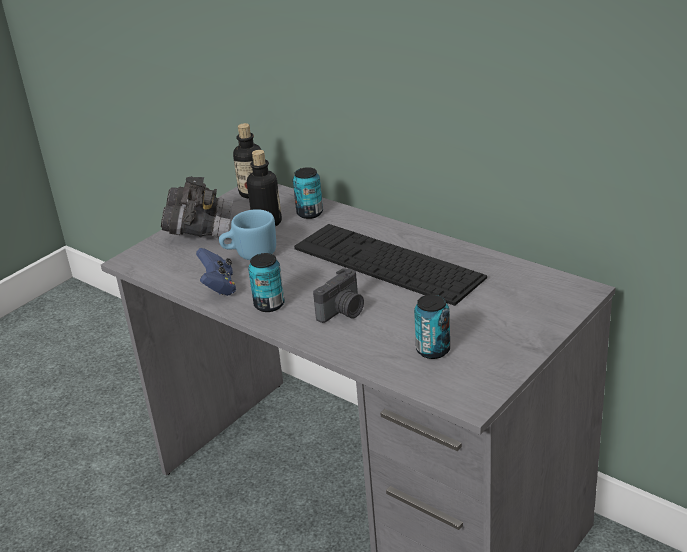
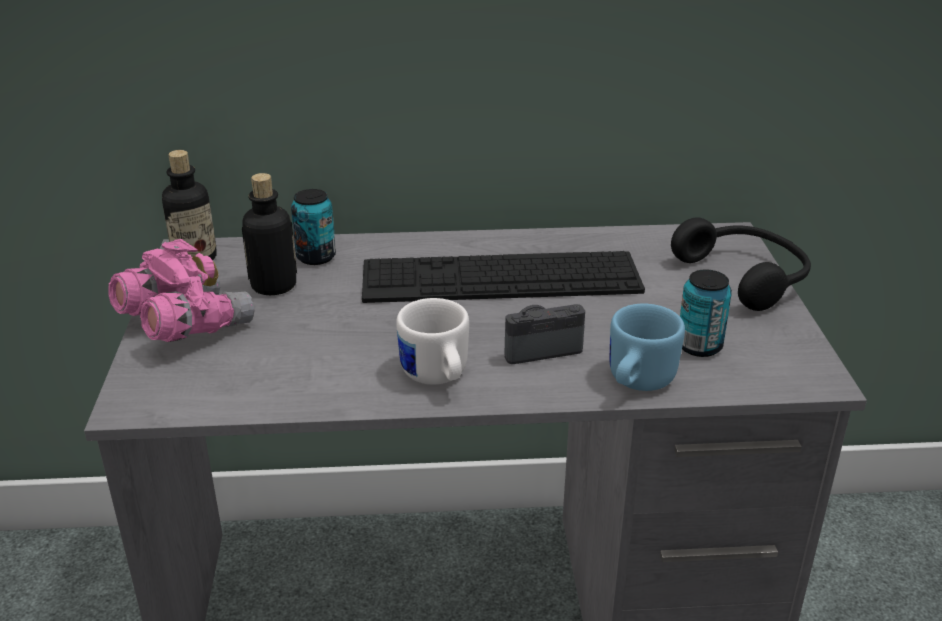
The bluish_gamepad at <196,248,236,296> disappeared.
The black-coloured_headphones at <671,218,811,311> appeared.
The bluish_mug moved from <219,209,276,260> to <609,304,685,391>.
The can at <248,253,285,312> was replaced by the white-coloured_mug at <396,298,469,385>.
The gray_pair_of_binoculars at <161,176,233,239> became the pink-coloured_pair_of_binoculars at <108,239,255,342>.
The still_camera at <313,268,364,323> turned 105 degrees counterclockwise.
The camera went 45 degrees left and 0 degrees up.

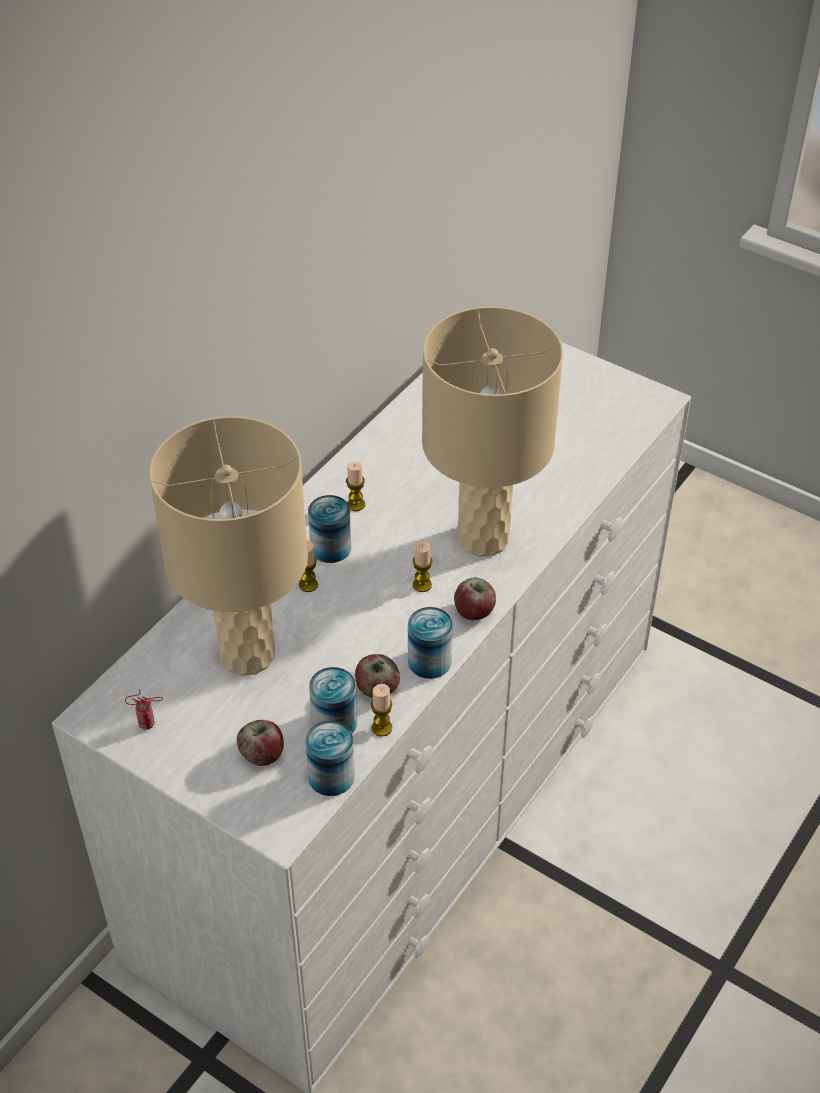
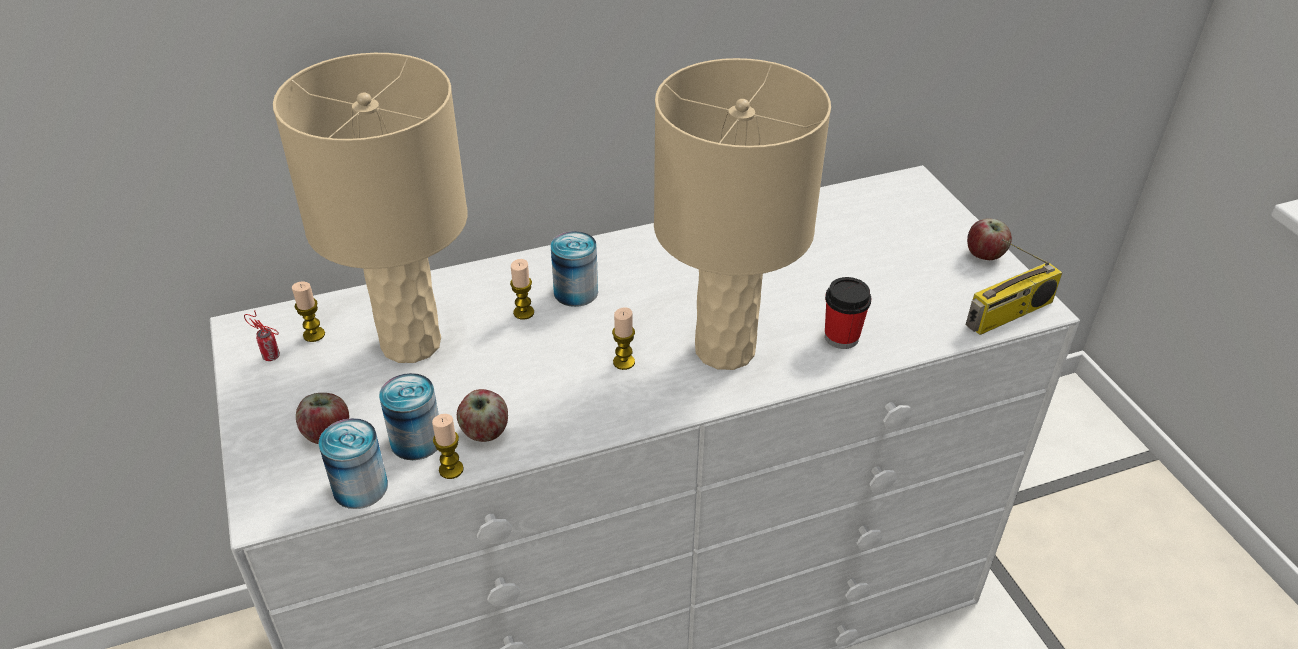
The can at <408,607,453,679> disappeared.
The small_cup at <825,277,871,349> appeared.
The radio_set at <966,239,1063,335> appeared.
The candle moved from <346,462,365,511> to <292,282,325,342>.
The apple_fruit moved from <454,577,496,620> to <967,219,1012,260>.
The camera went 35 degrees right and 5 degrees down.

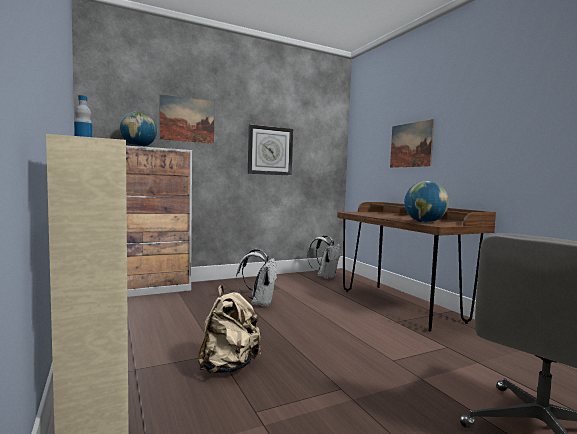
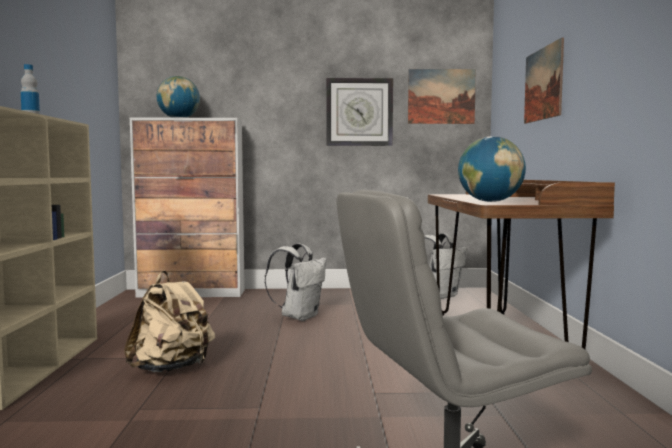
The wall_picture moved from <160,94,215,144> to <408,69,476,124>.
The camera went 25 degrees right and 0 degrees up.

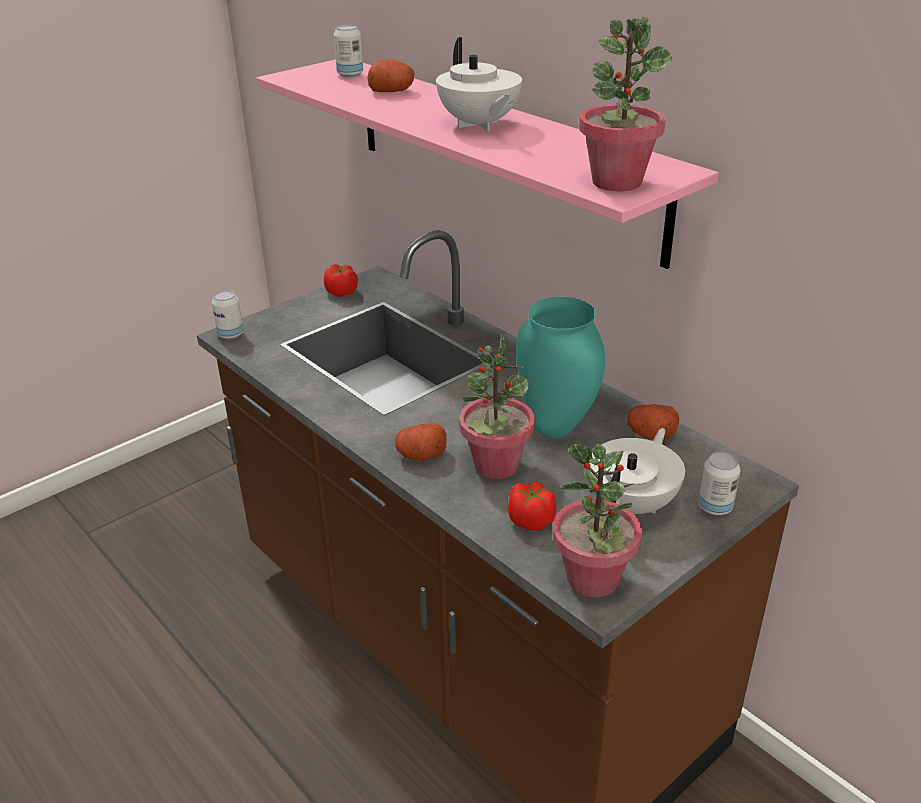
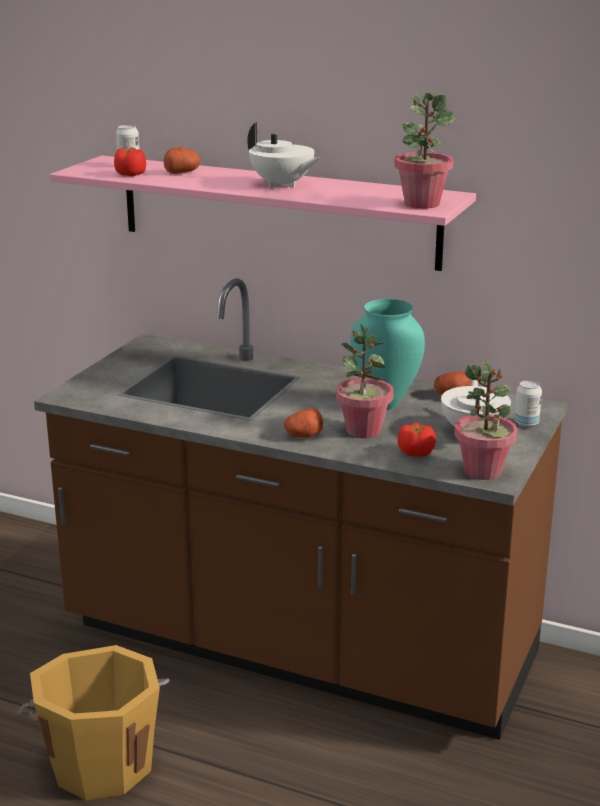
The can at <212,290,244,340> disappeared.
The orange-coloured_pail at <18,645,170,800> appeared.
The whole_tomato moved from <324,264,358,297> to <114,148,146,176>.
The camera went 25 degrees left and 10 degrees down.

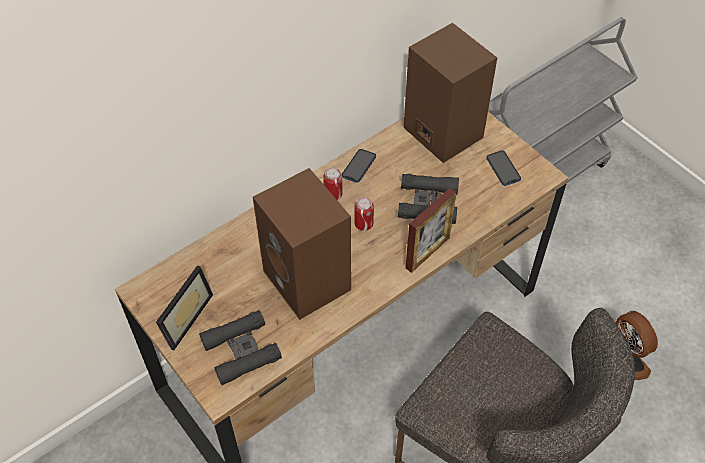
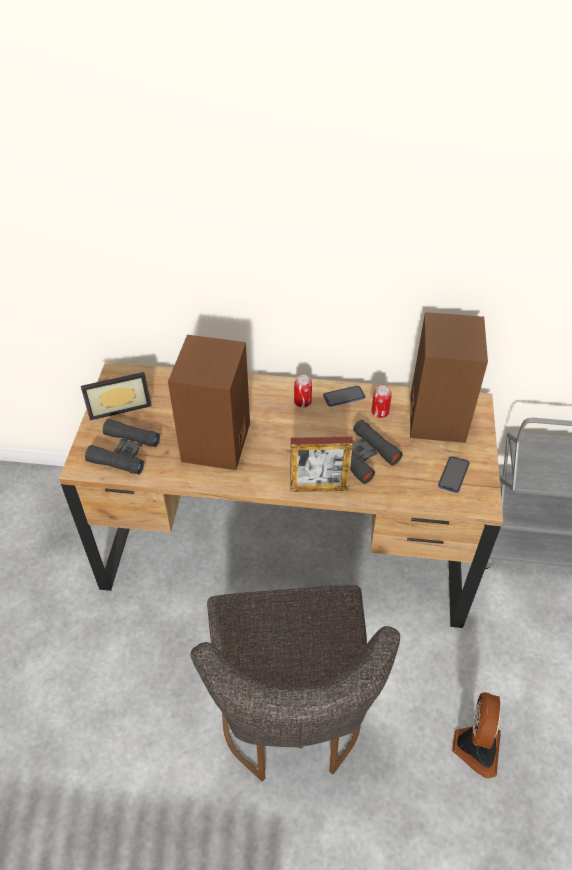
The can moved from <354,197,374,231> to <372,385,392,418>.
The camera went 45 degrees right and 5 degrees down.

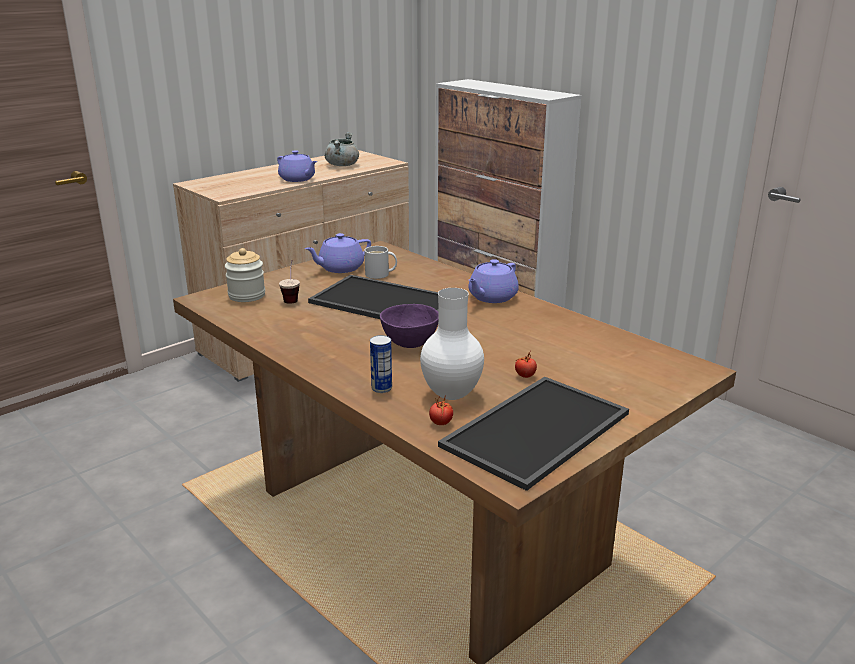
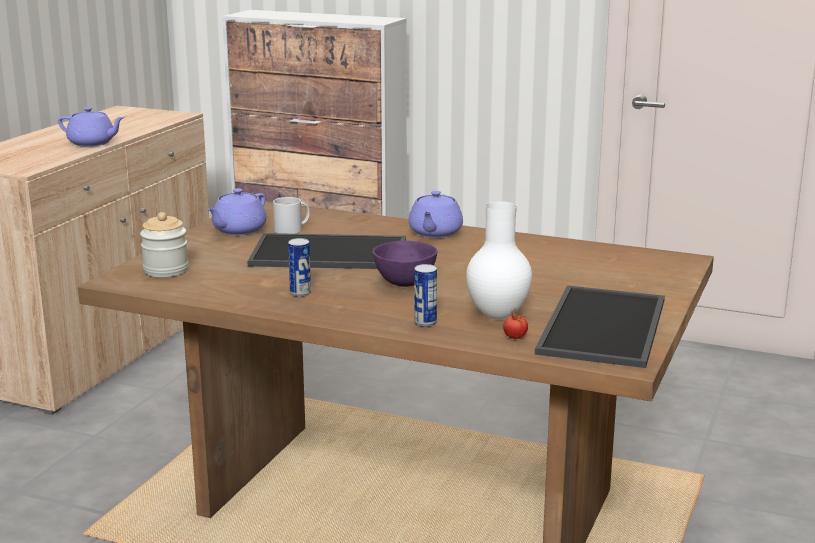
The small_cup at <279,260,300,304> disappeared.
The gray_saucepot at <325,132,359,166> disappeared.
The whole_tomato at <515,350,537,378> disappeared.
The can at <288,238,311,296> appeared.
The camera went 25 degrees left and 5 degrees down.

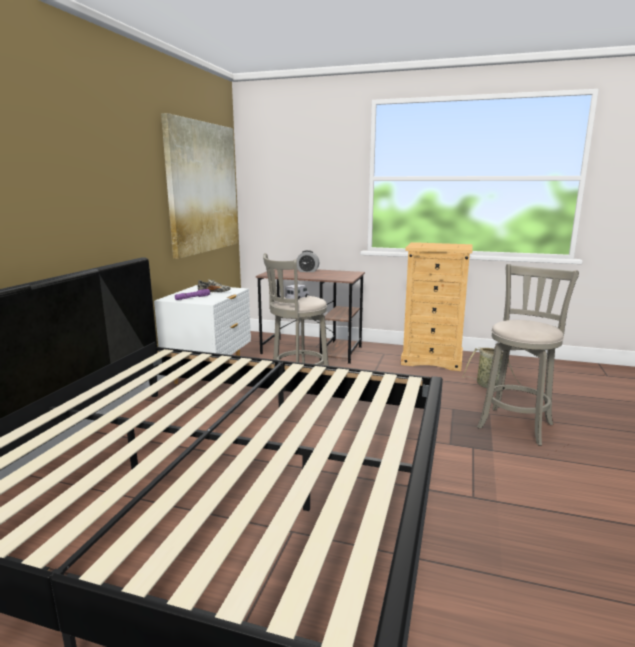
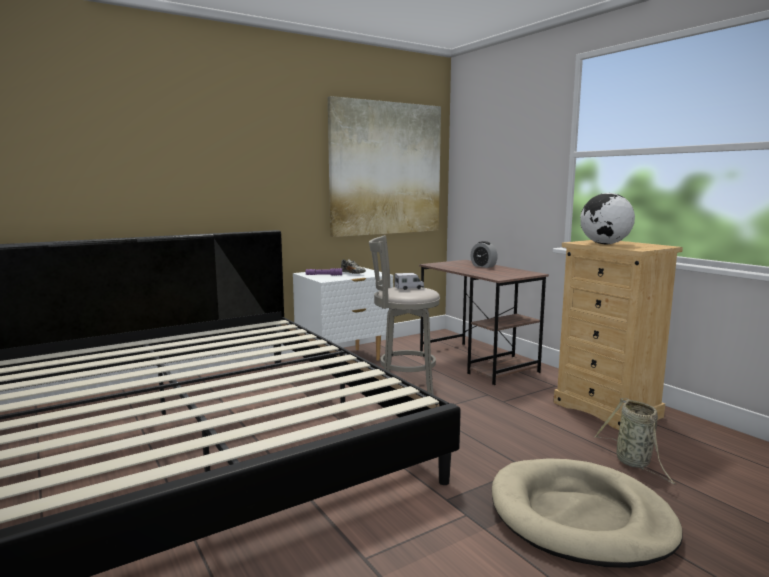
The world_globe at <580,193,635,244> appeared.
The gray_stool_seat at <477,264,579,446> was replaced by the sand-coloured_dog_bed at <492,458,683,568>.
The camera went 40 degrees right and 5 degrees down.

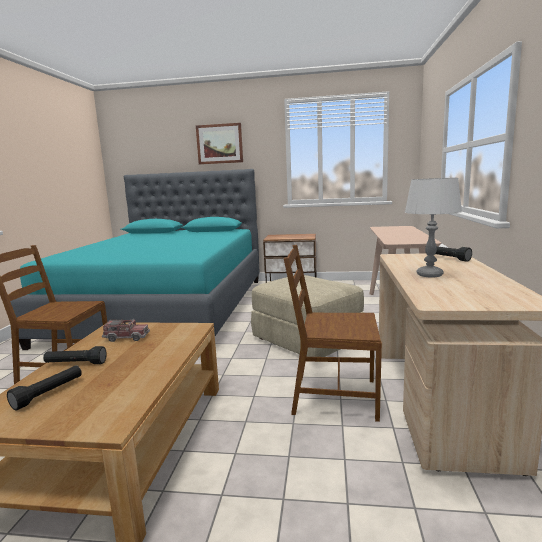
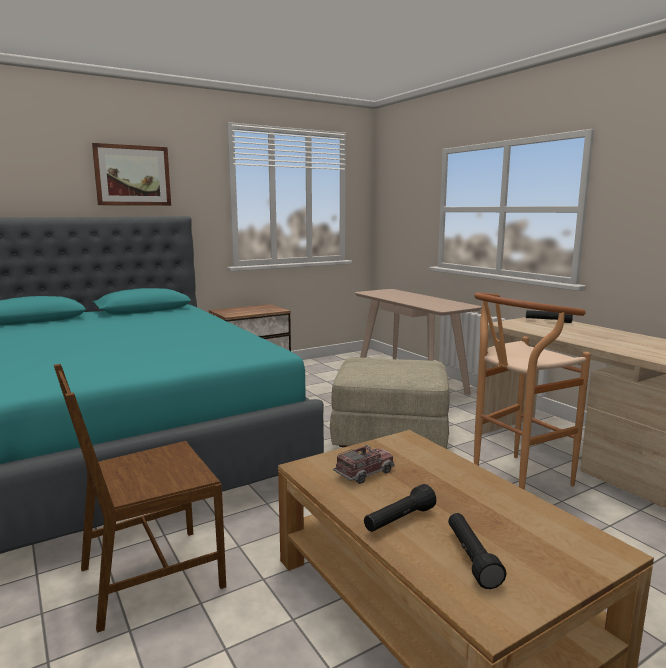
The gray_lamp_for_a_table at <405,178,462,278> disappeared.
The brown_chair at <284,245,382,422> was replaced by the brown_stool_seat at <474,292,591,490>.
The camera went 40 degrees left and 0 degrees up.

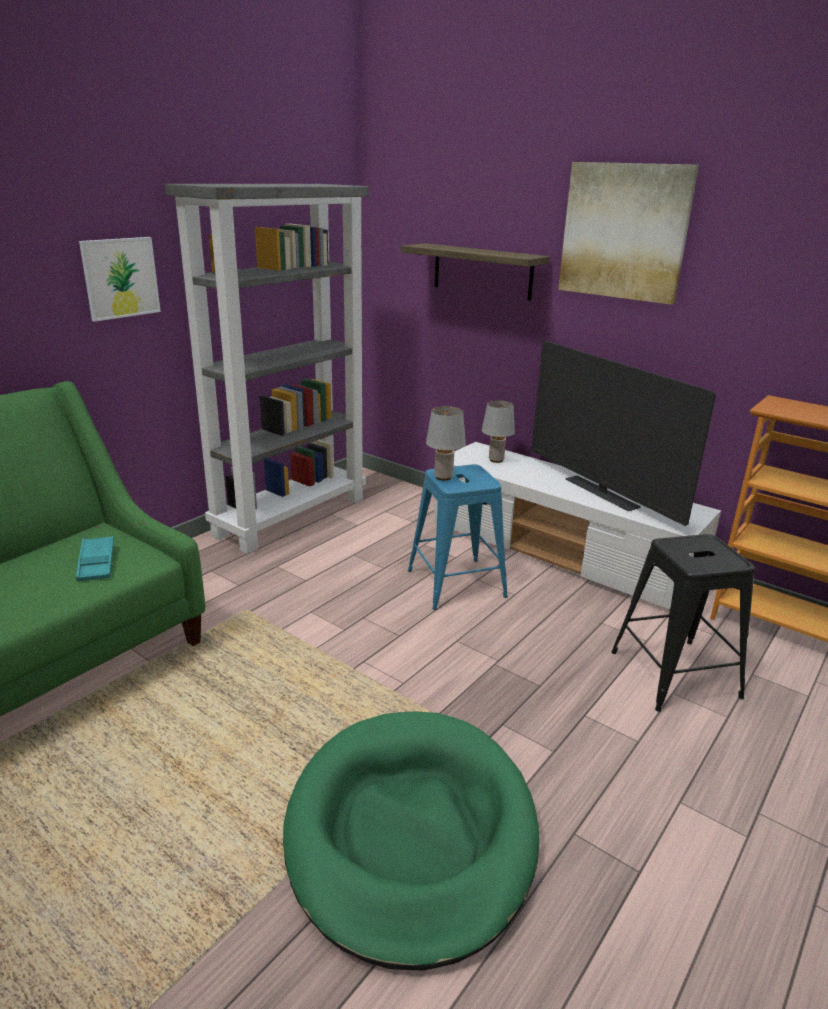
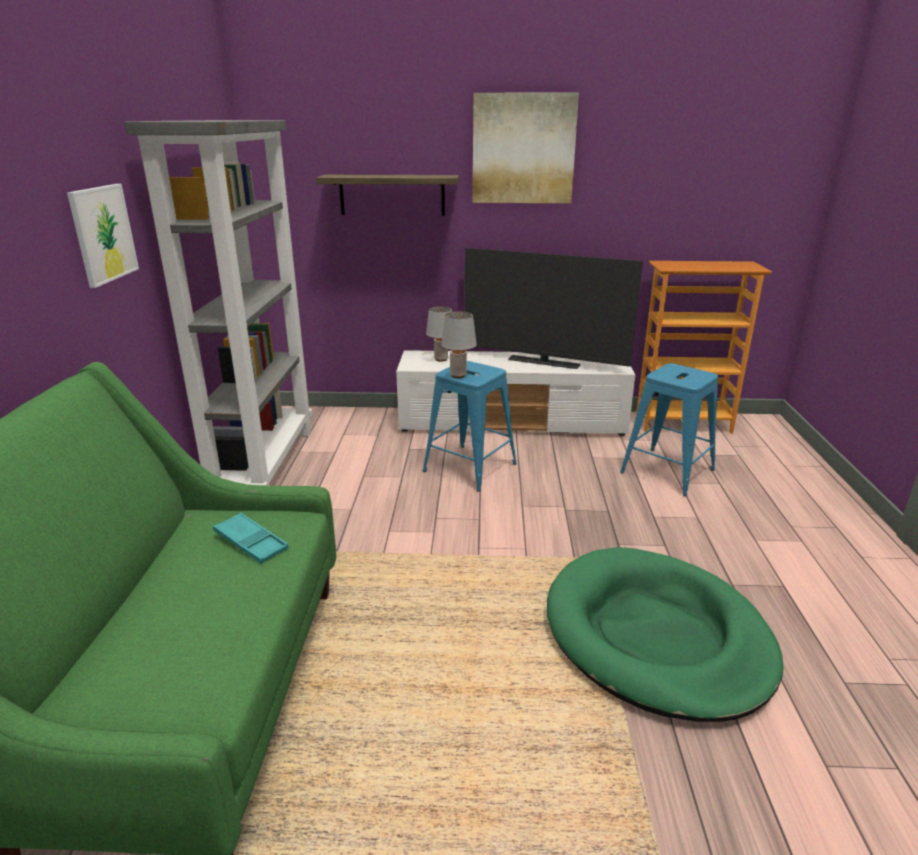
The black-coloured_stool_seat at <611,534,755,712> became the bluish_stool_seat at <620,363,718,496>.
The camera went 35 degrees left and 0 degrees up.

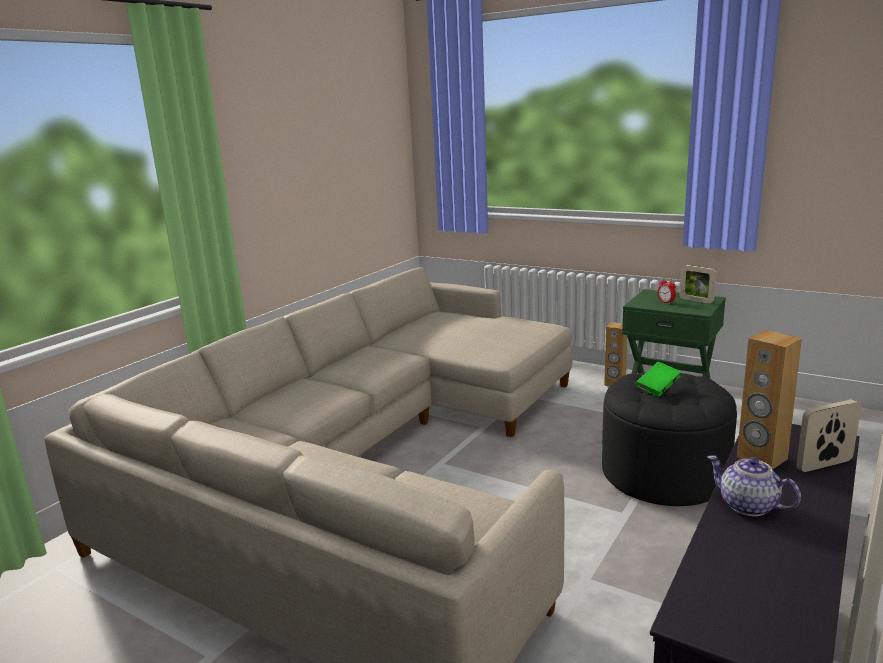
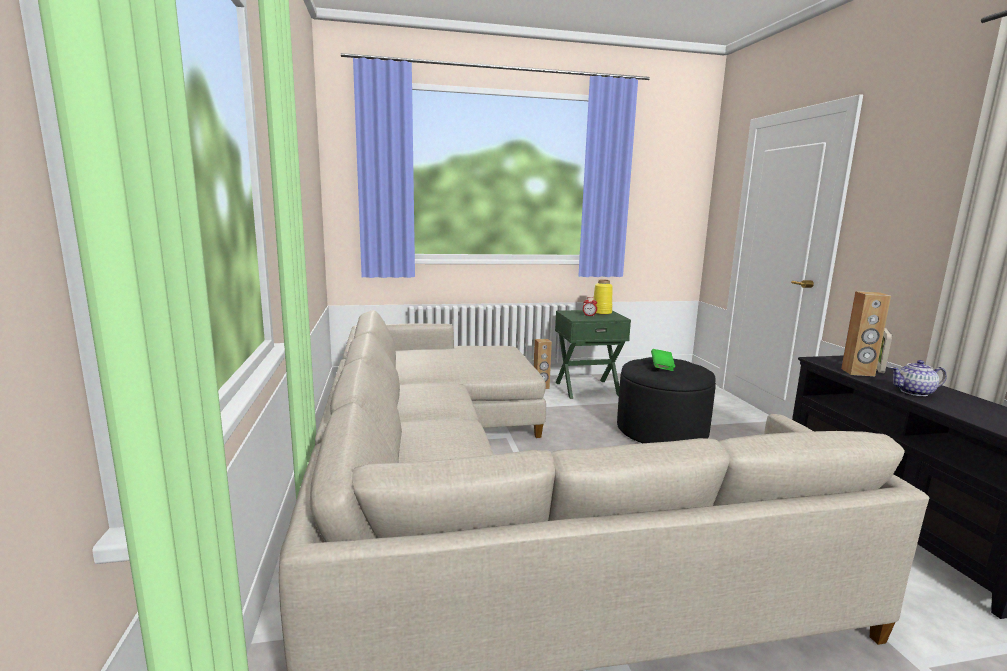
The picture_frame at <679,265,716,304> was replaced by the yellowish_vase at <593,279,613,315>.
The camera went 45 degrees left and 5 degrees down.

